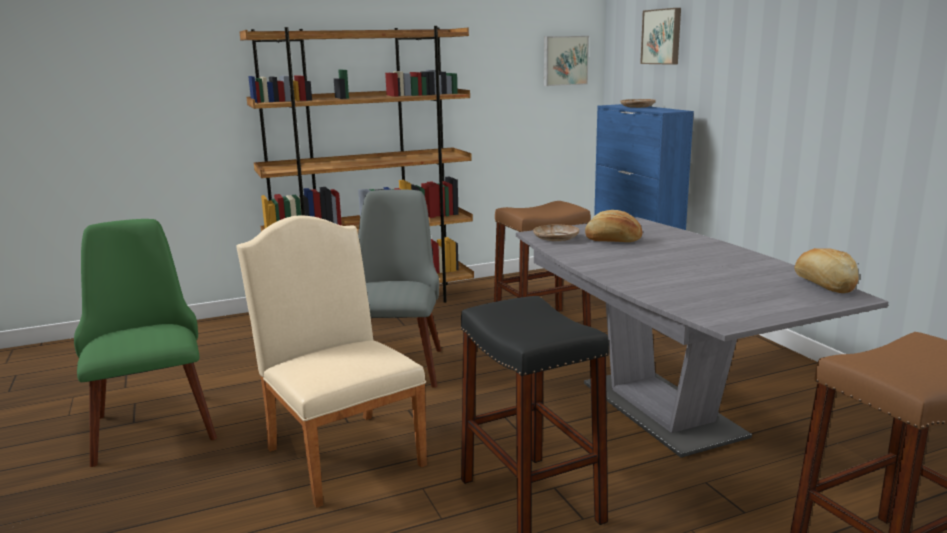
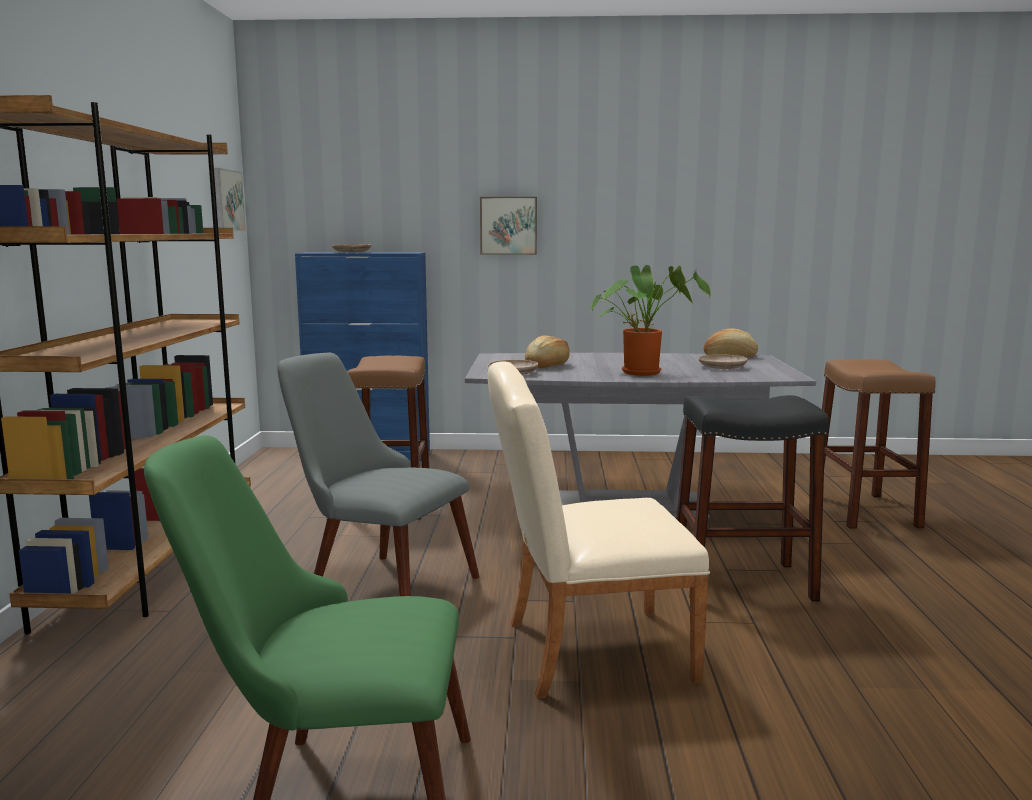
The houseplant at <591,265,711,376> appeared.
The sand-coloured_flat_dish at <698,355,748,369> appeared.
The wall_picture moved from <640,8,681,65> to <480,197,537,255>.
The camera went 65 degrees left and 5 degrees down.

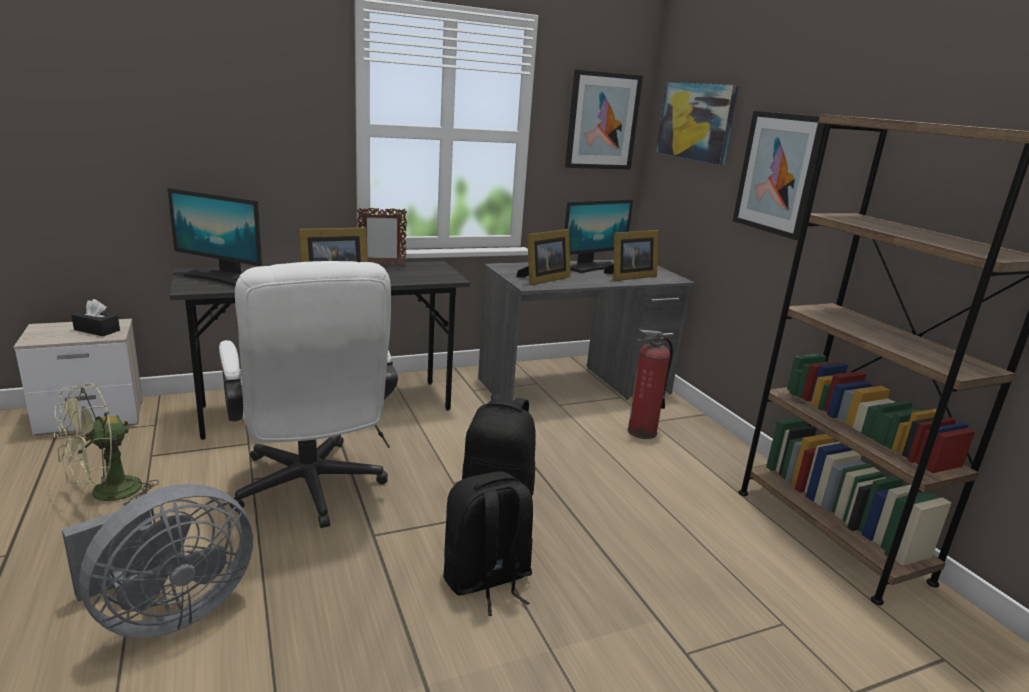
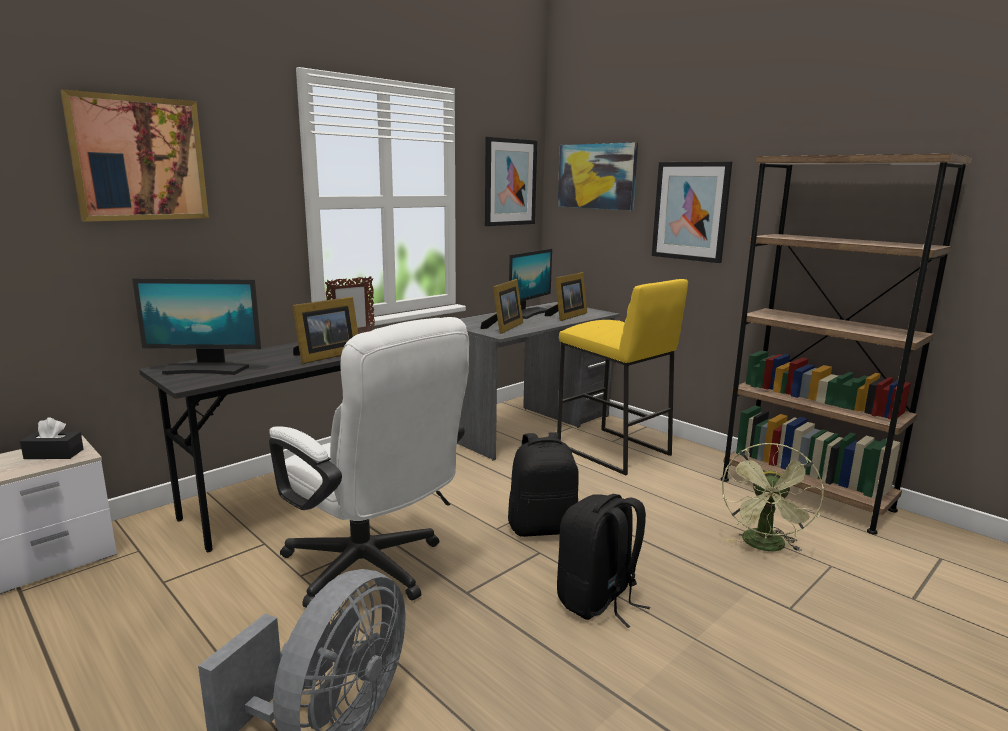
The wall_picture at <60,89,209,222> appeared.
The green_electric_fan moved from <54,383,159,507> to <722,443,824,552>.
The fire_extinguisher at <627,329,673,439> was replaced by the yellowish_stool_seat at <557,279,688,475>.
The camera went 20 degrees left and 5 degrees down.

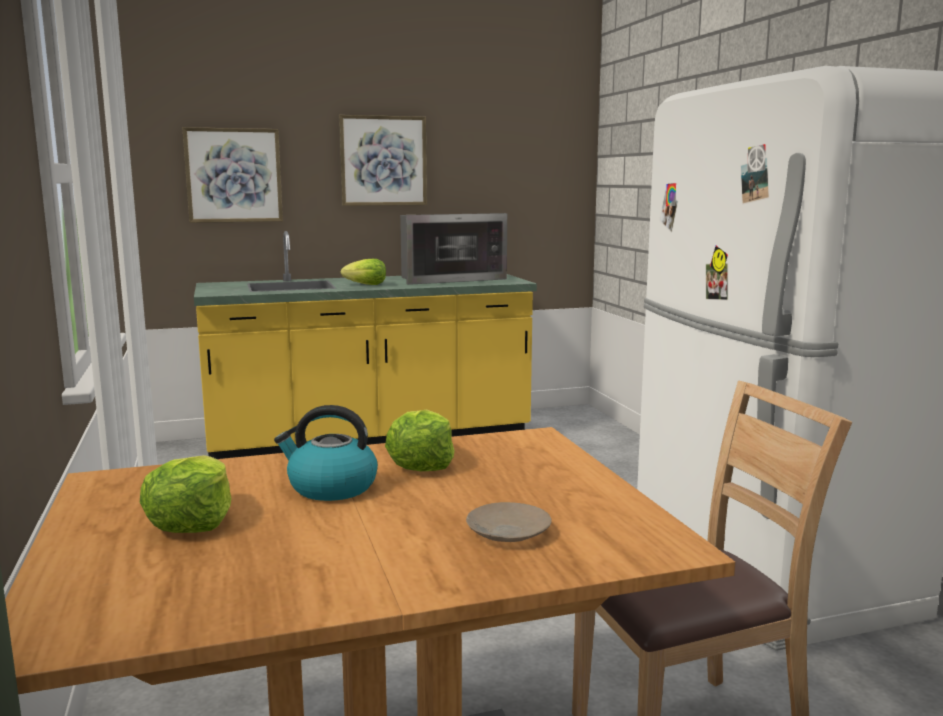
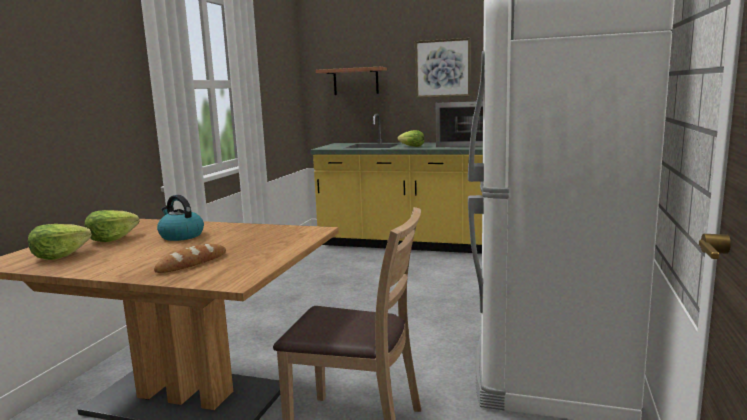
The head_of_lettuce moved from <385,409,455,471> to <28,224,92,260>.
The wall_picture at <182,127,283,223> was replaced by the shelf at <316,67,387,95>.
The sand-coloured_flat_dish at <466,502,552,542> was replaced by the bakery_bread at <154,244,226,273>.
The camera went 35 degrees right and 0 degrees up.

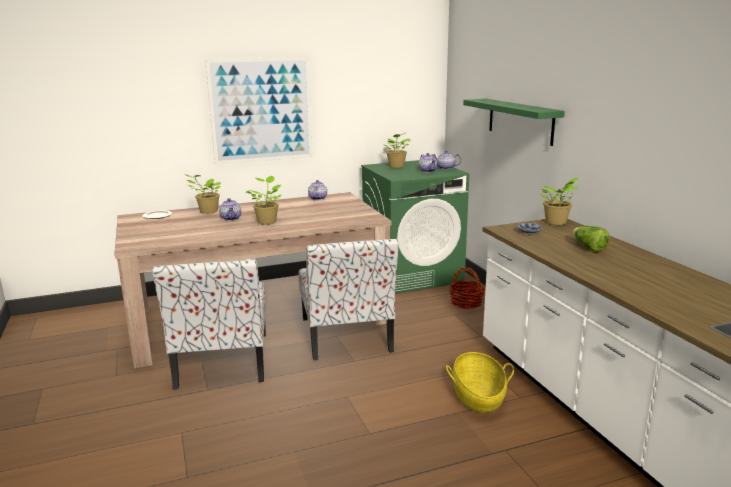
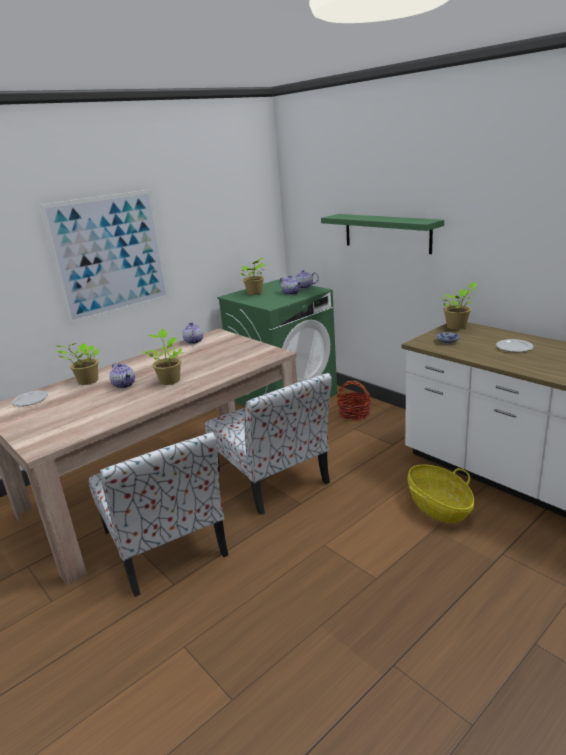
The head_of_lettuce at <573,226,610,252> was replaced by the flat_dish at <496,339,533,352>.
The camera went 20 degrees left and 5 degrees up.

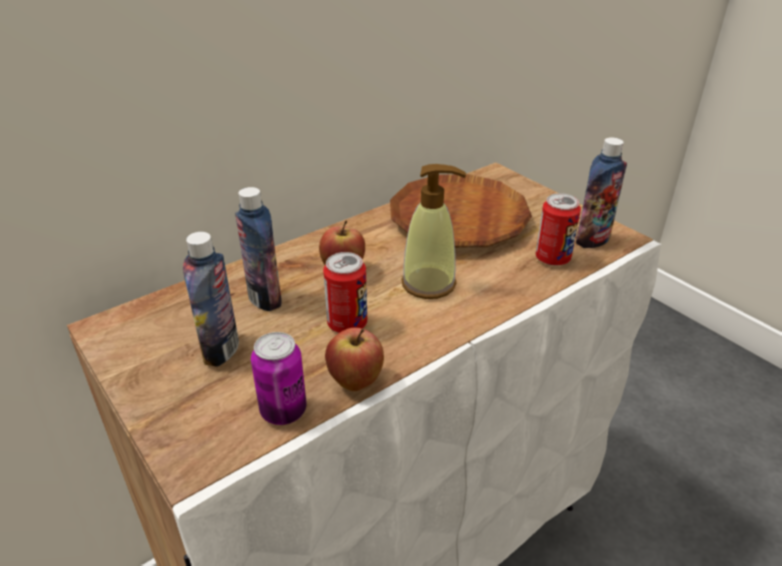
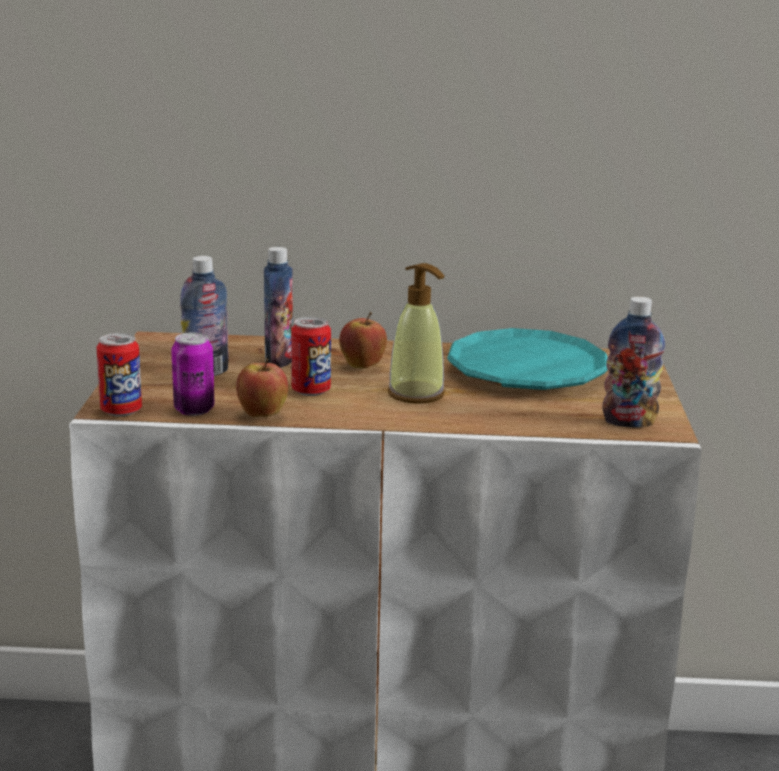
The can moved from <536,193,581,266> to <97,333,142,417>.
The brown_flat_dish at <390,174,532,248> became the blue-green_flat_dish at <447,328,608,390>.
The camera went 40 degrees right and 15 degrees down.

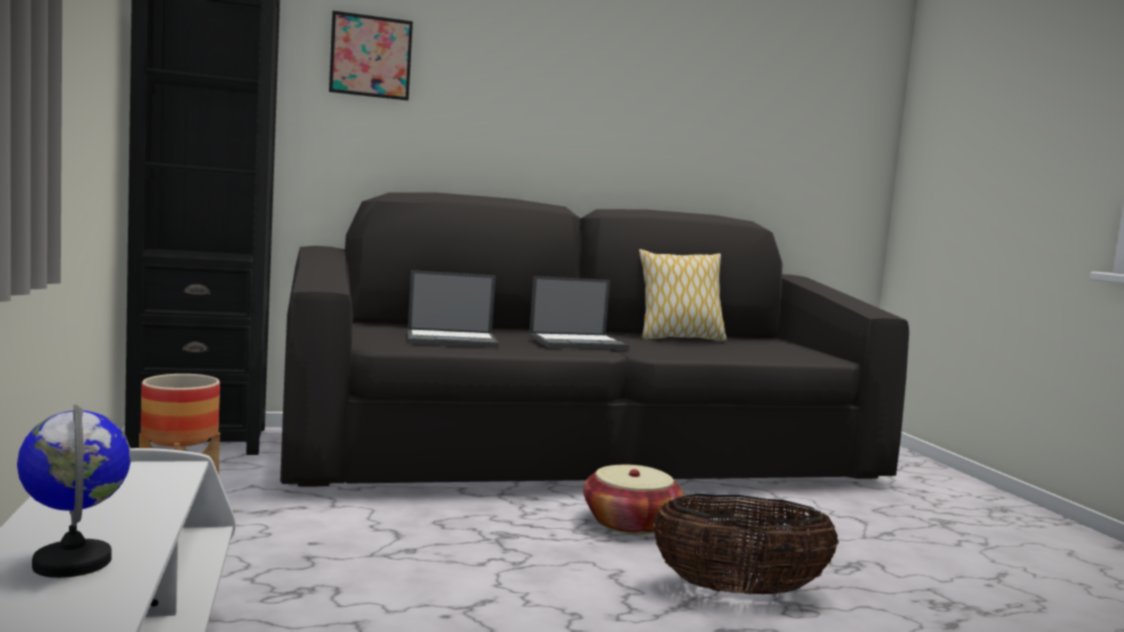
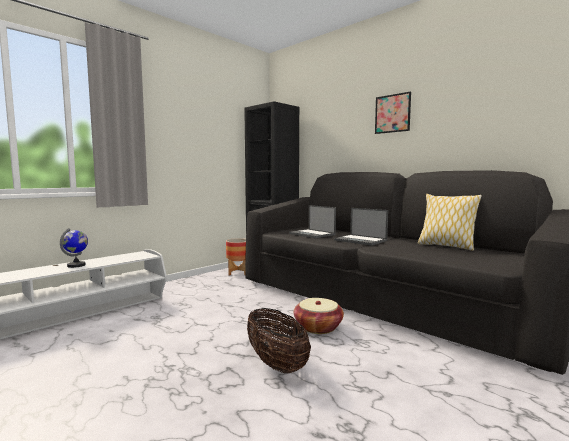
The wall_picture moved from <329,11,413,101> to <375,92,411,134>.
The camera went 60 degrees right and 0 degrees up.

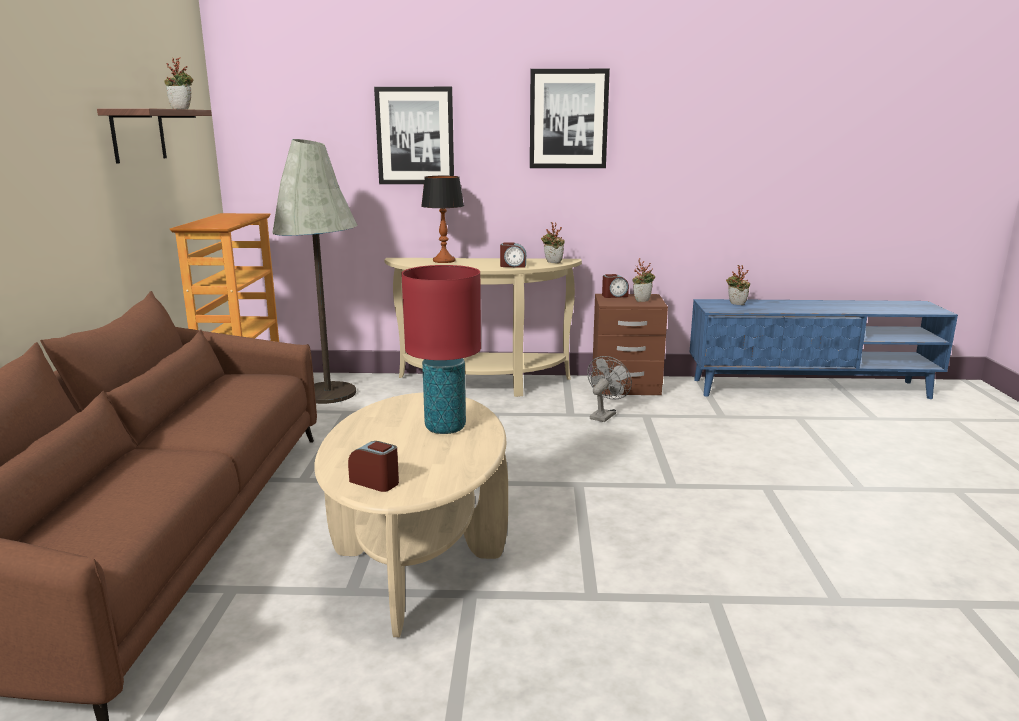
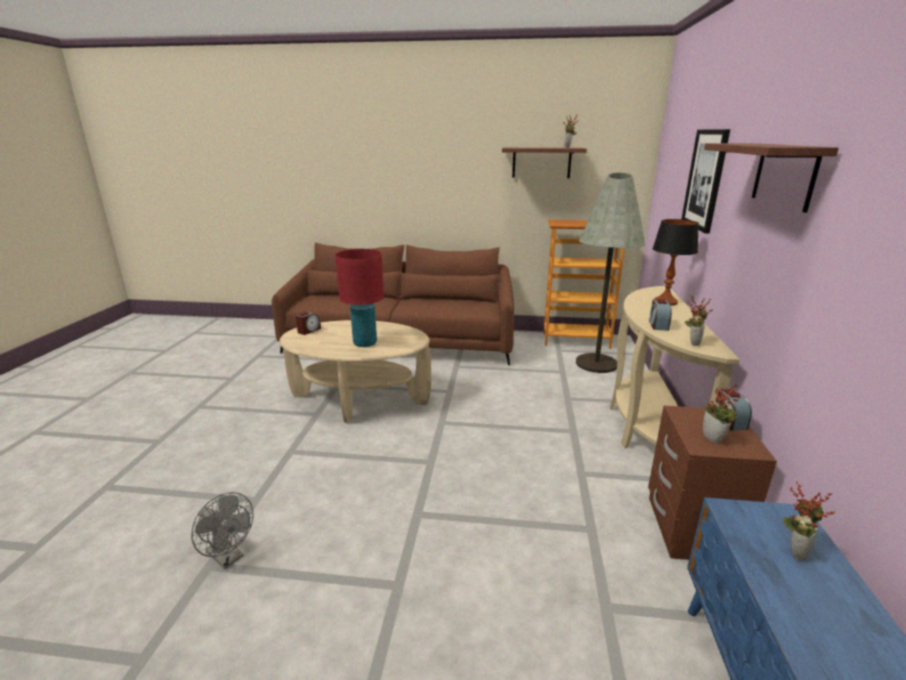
The gray_electric_fan moved from <587,356,632,422> to <191,492,253,569>.
The wall_picture at <530,69,610,168> was replaced by the shelf at <704,143,839,213>.
The camera went 95 degrees right and 5 degrees up.

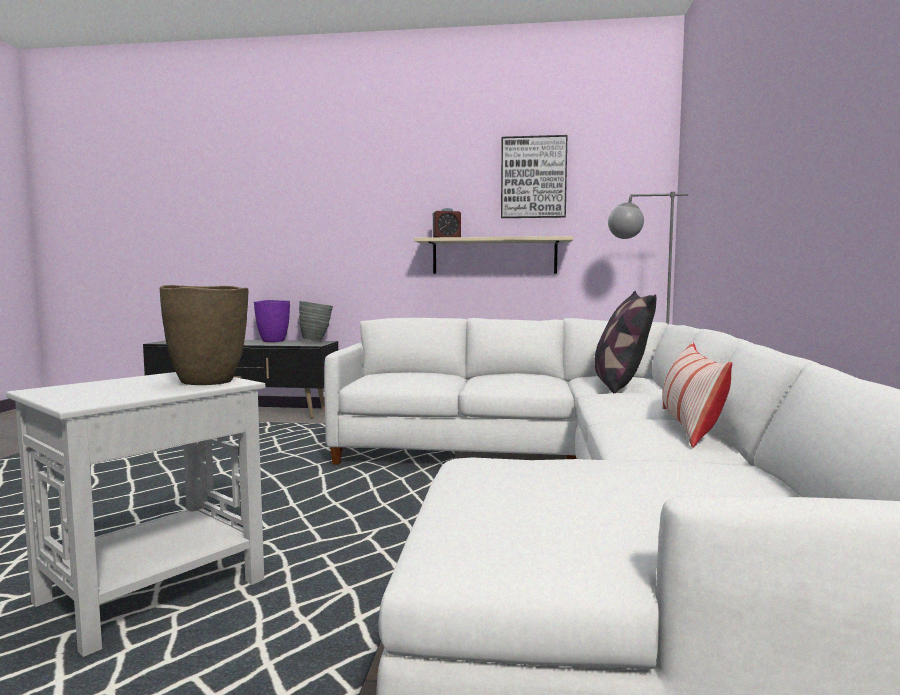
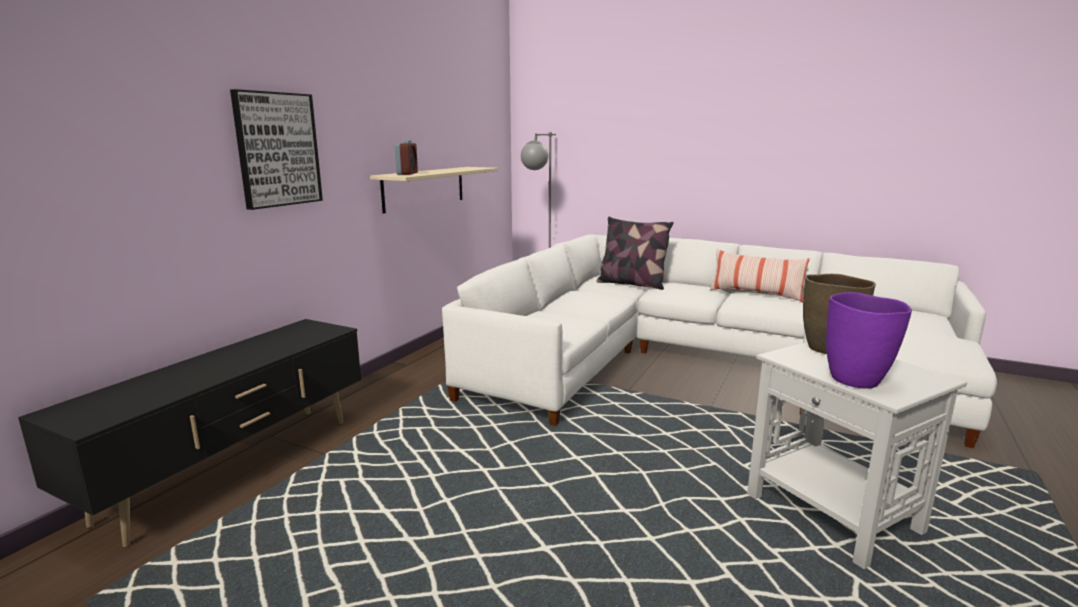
The gray_vase at <299,301,333,342> disappeared.
The purplish_vase moved from <254,300,290,342> to <826,292,912,388>.
The wall_picture moved from <501,135,567,218> to <230,89,323,210>.
The camera went 70 degrees left and 10 degrees up.

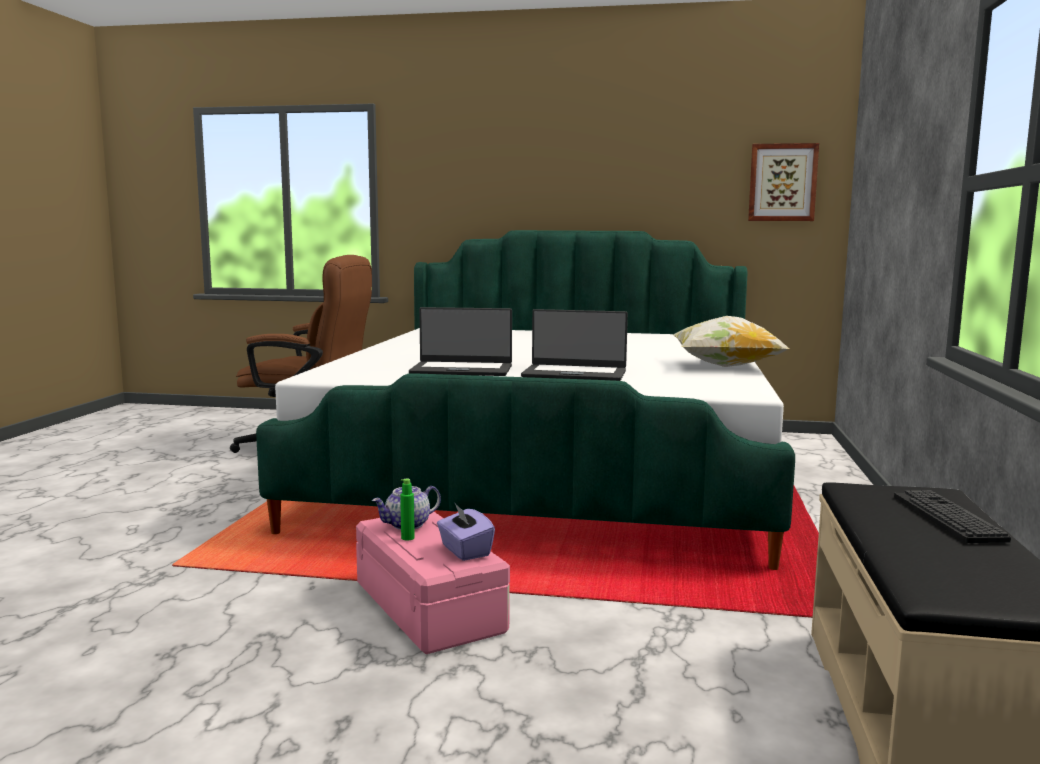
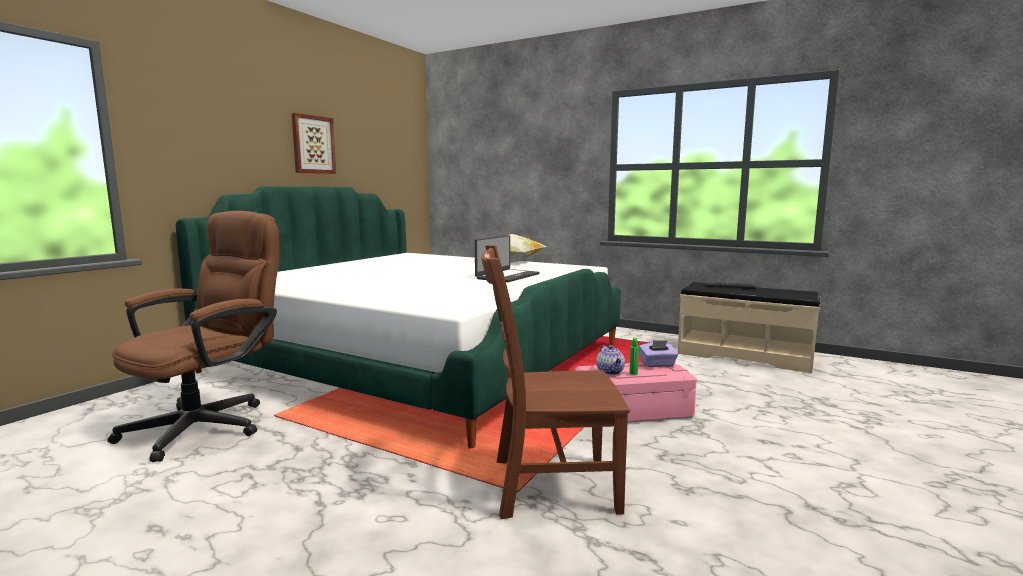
The notebook_computer at <409,307,512,376> disappeared.
The brown_chair at <481,245,630,519> appeared.
The wall_picture moved from <748,143,819,221> to <292,113,336,174>.
The camera went 70 degrees left and 0 degrees up.

